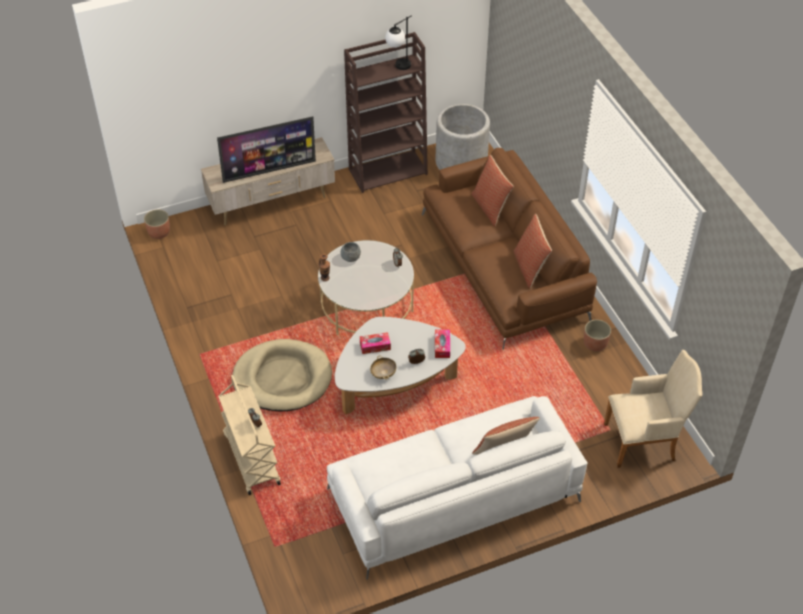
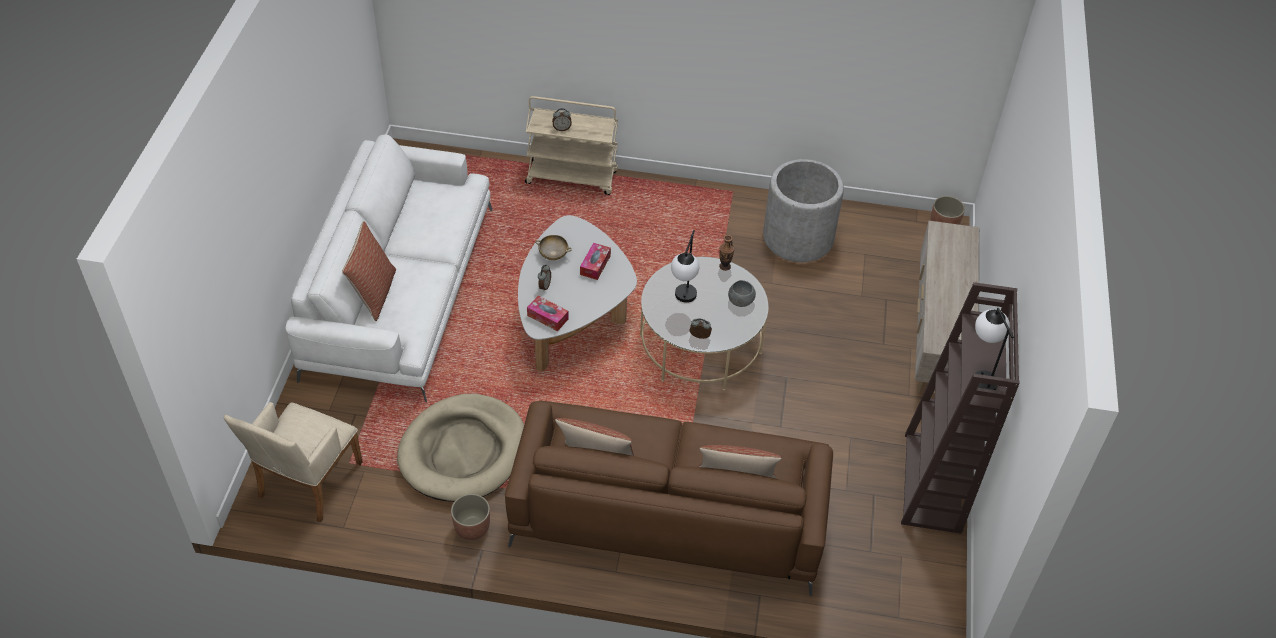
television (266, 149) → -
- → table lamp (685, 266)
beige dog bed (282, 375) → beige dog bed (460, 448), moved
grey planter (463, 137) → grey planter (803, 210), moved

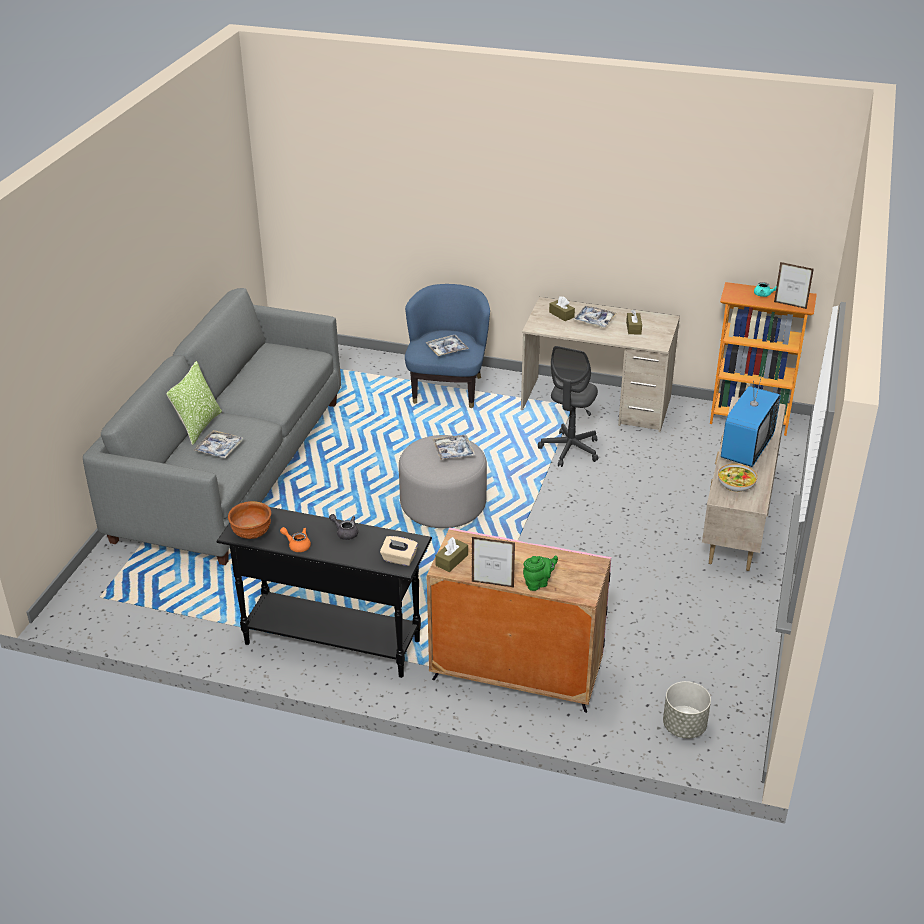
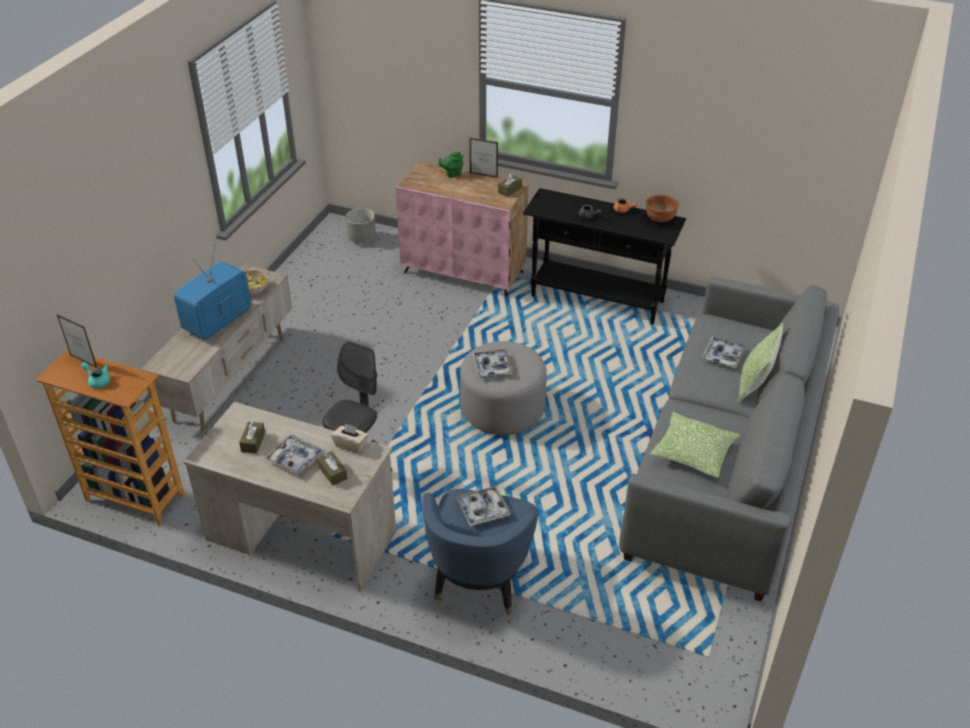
- → pillow (694, 445)
beige tissue box (399, 551) → beige tissue box (349, 438), moved

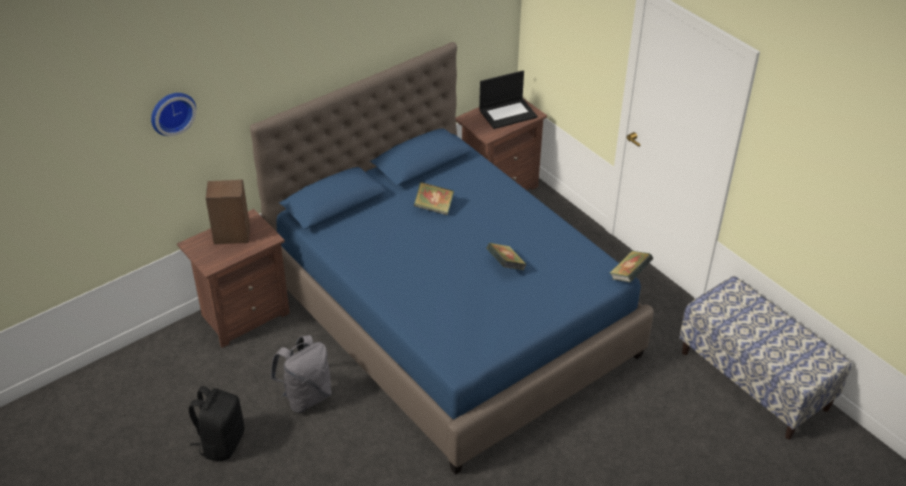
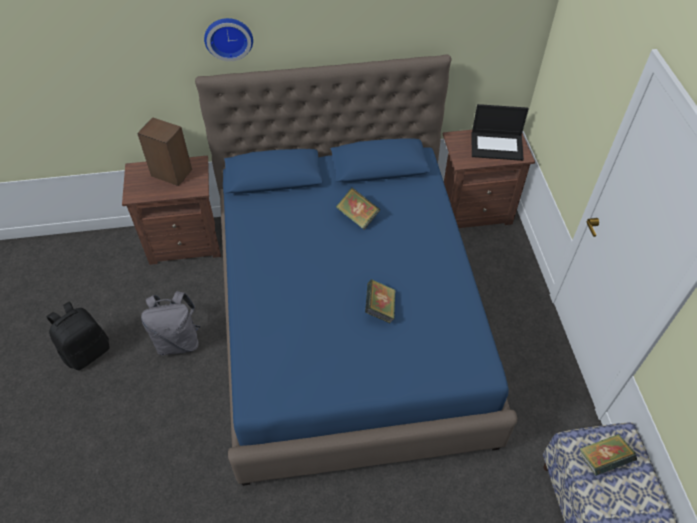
wall clock (173, 114) → wall clock (228, 39), moved
book (631, 266) → book (608, 455), moved

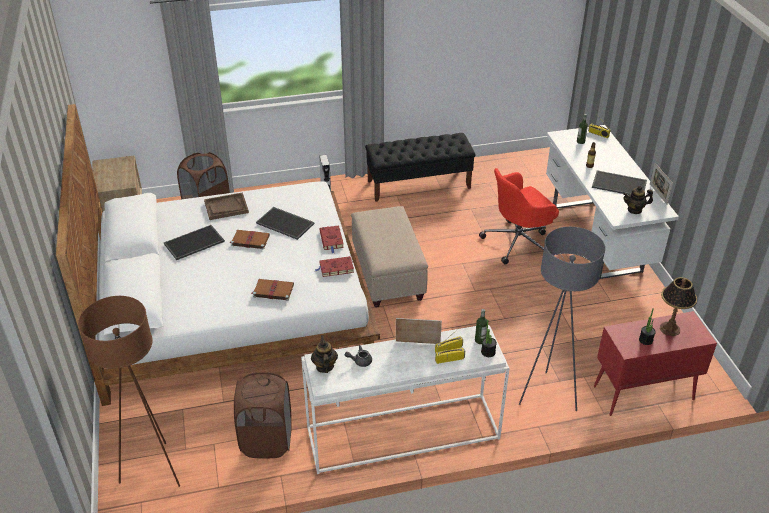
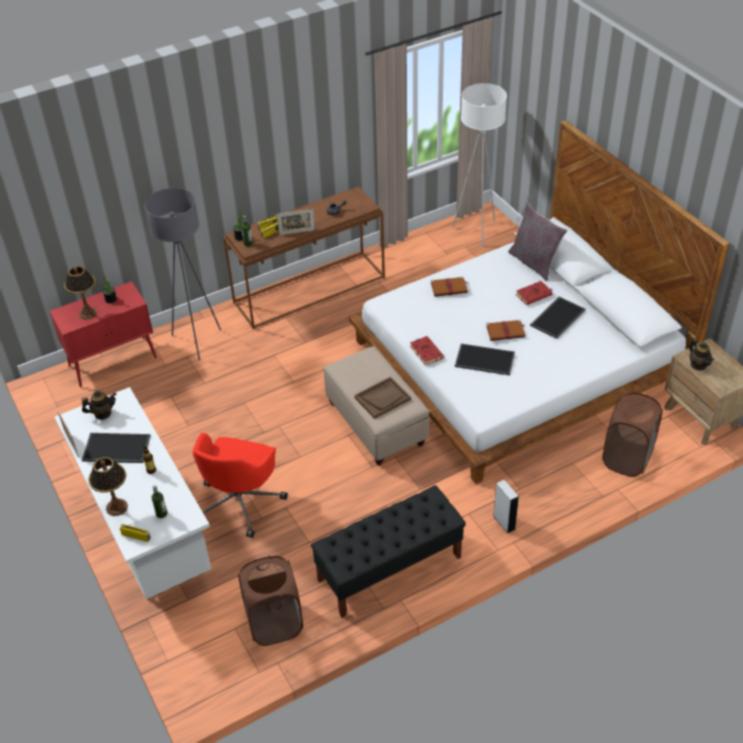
- → table lamp (108, 486)
- → grey pillow (537, 241)
brown tray (226, 206) → brown tray (382, 398), moved
brown laundry basket (263, 415) → brown laundry basket (270, 601), moved
teapot (324, 354) → teapot (701, 354), moved
red book (334, 266) → red book (534, 293), moved
brown floor lamp (129, 391) → white floor lamp (479, 165)
white console table (405, 399) → brown console table (304, 258)
red office chair (519, 216) → red office chair (240, 485), 150 degrees clockwise

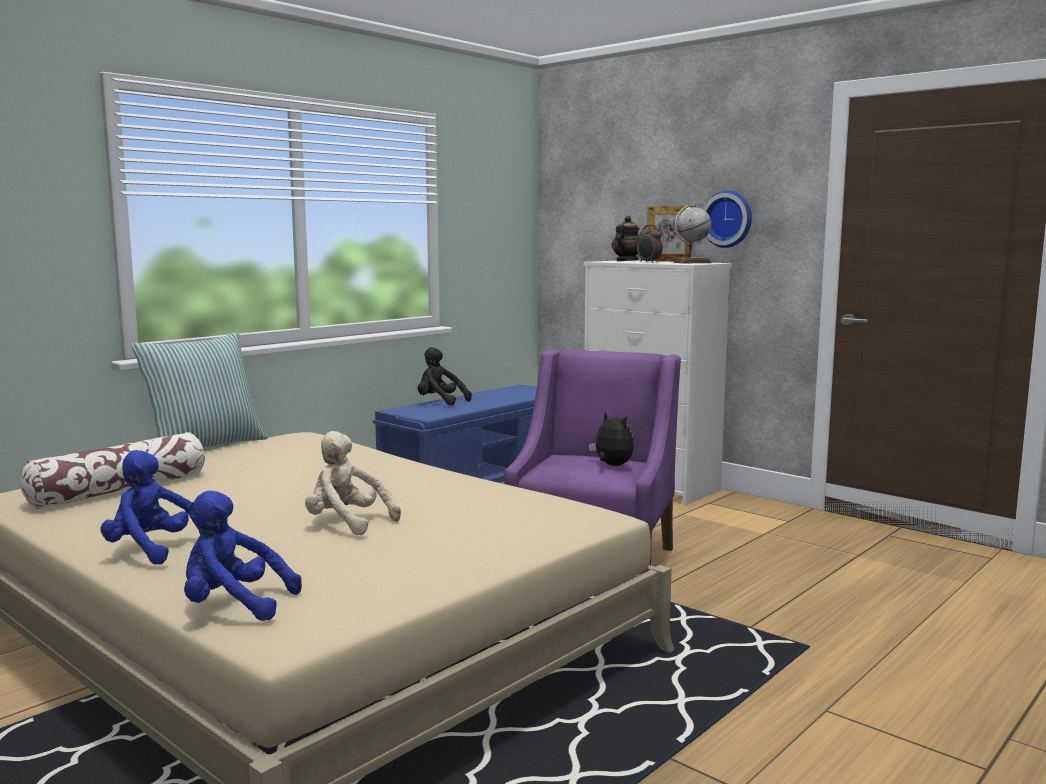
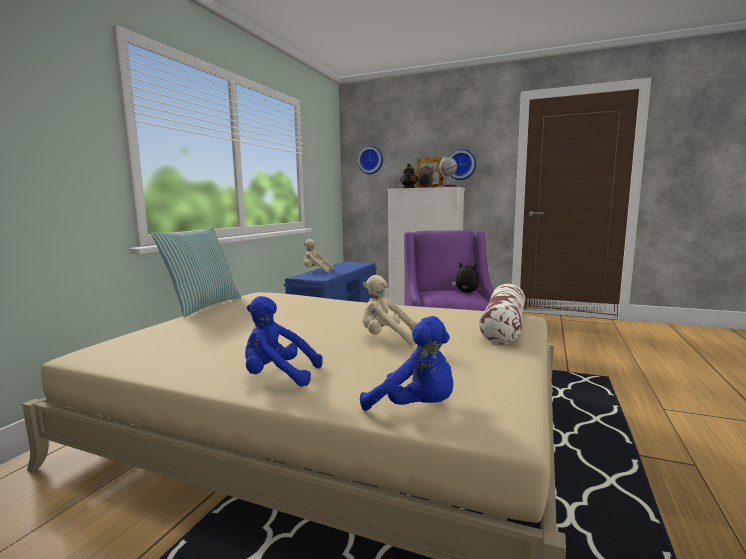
- → wall clock (370, 160)
pillow (112, 470) → pillow (502, 314), moved
black plush toy (445, 376) → beige plush toy (319, 255)
blue plush toy (243, 556) → blue plush toy (406, 363), 135 degrees counterclockwise

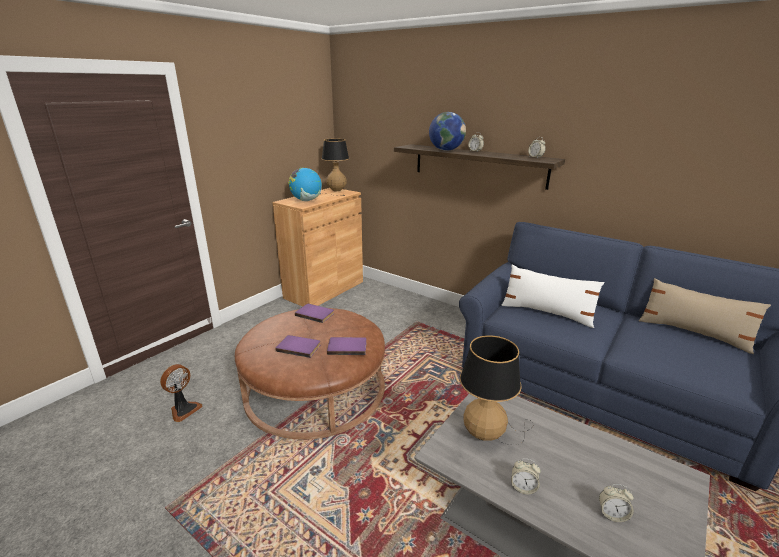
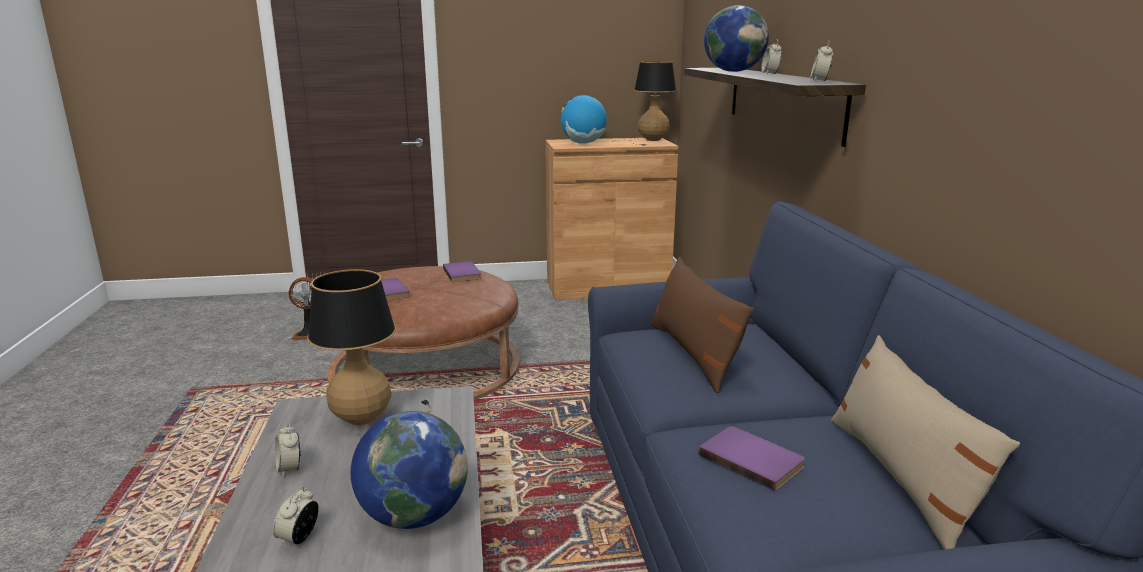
- → globe (409, 470)
purple book (347, 346) → purple book (751, 458), moved
white pillow (553, 296) → brown pillow (702, 325)
alarm clock (616, 503) → alarm clock (296, 516), 45 degrees clockwise

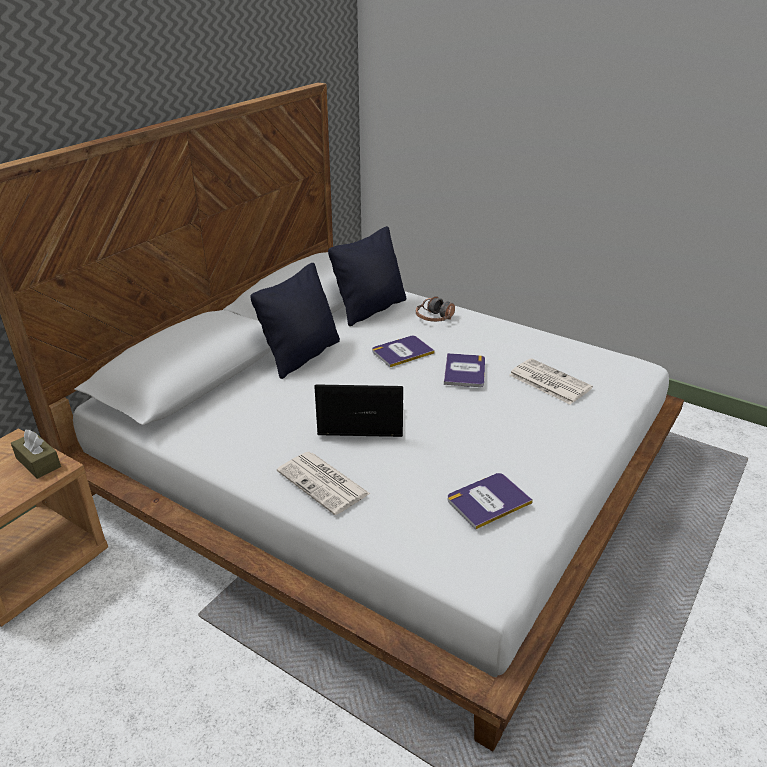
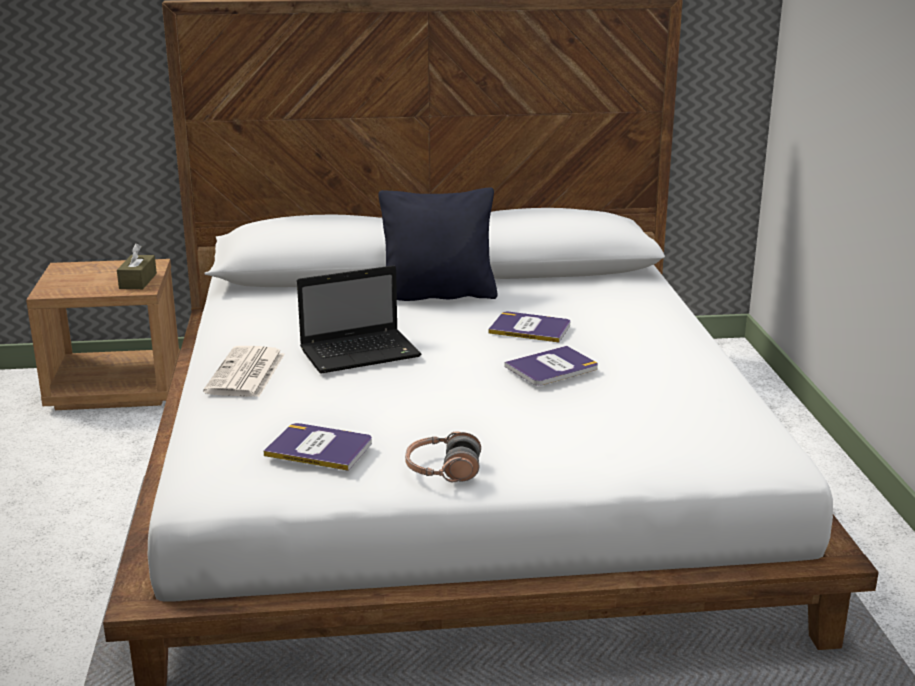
black pillow (367, 276) → -
newspaper (551, 381) → -
headphones (435, 309) → headphones (443, 456), moved
laptop (358, 410) → laptop (359, 319), 105 degrees clockwise

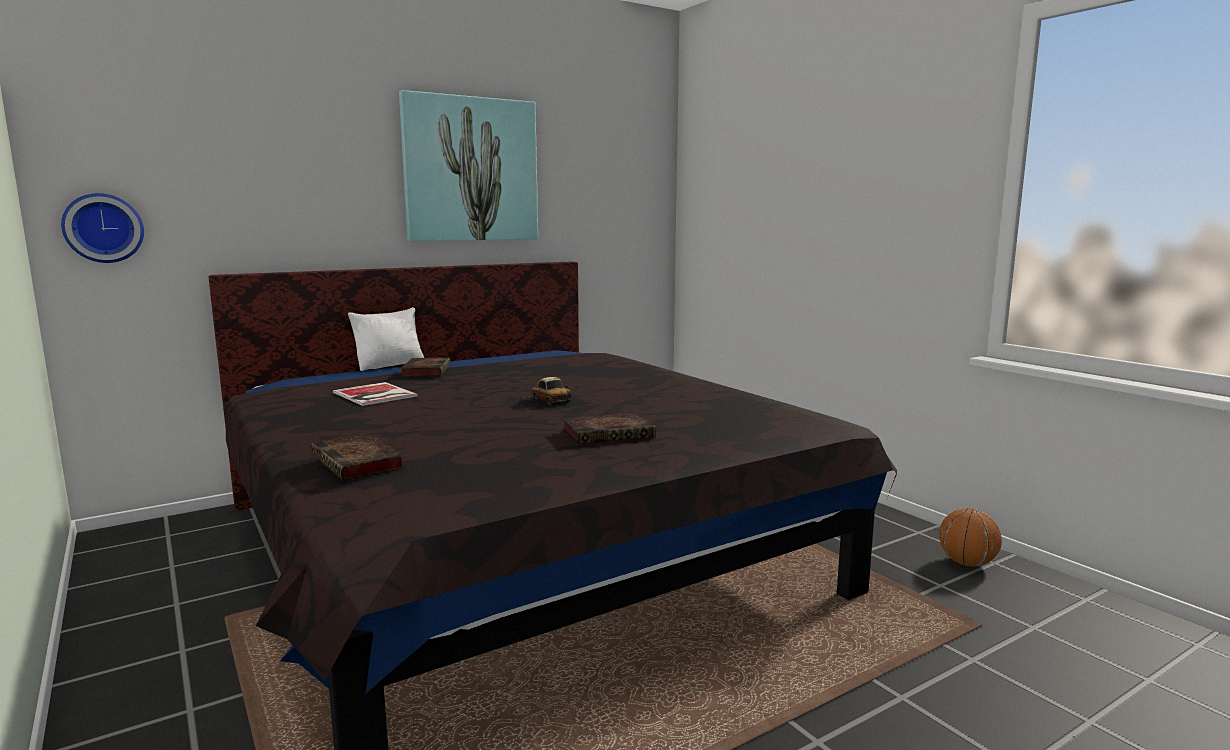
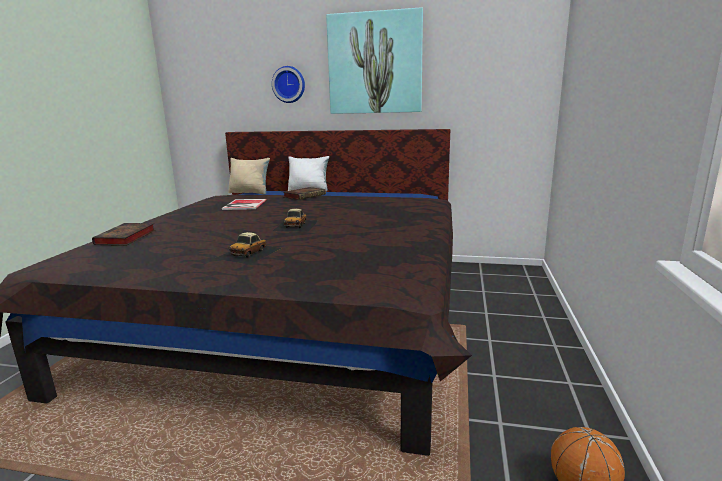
- → beige pillow (249, 176)
wall clock (102, 228) → wall clock (288, 84), moved
book (609, 428) → toy car (247, 248)

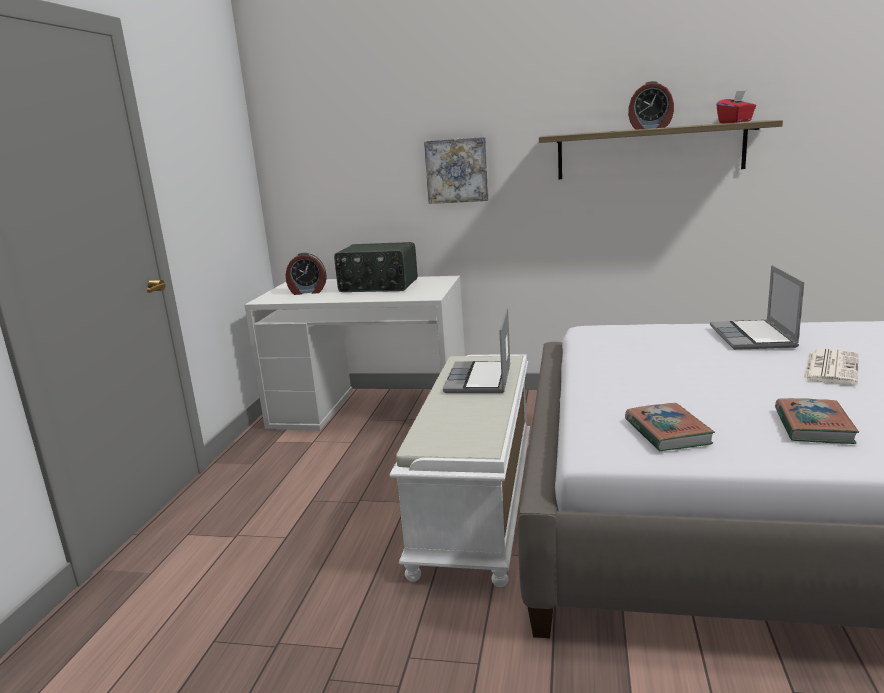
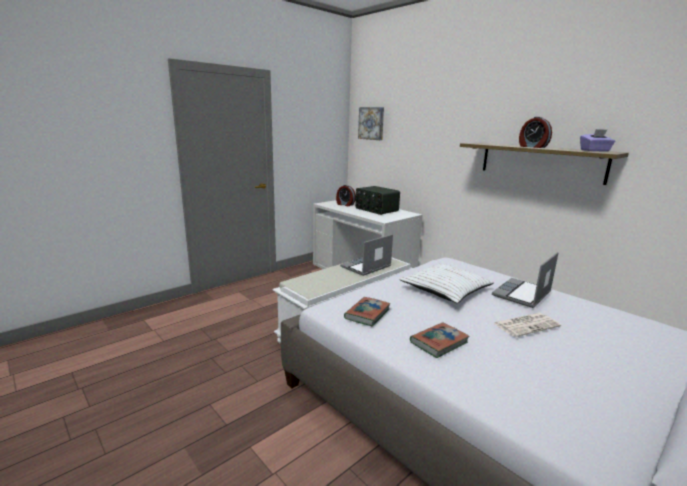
- → white pillow (446, 283)
picture (456, 170) → picture (371, 123), moved
red tissue box (736, 107) → purple tissue box (597, 140)

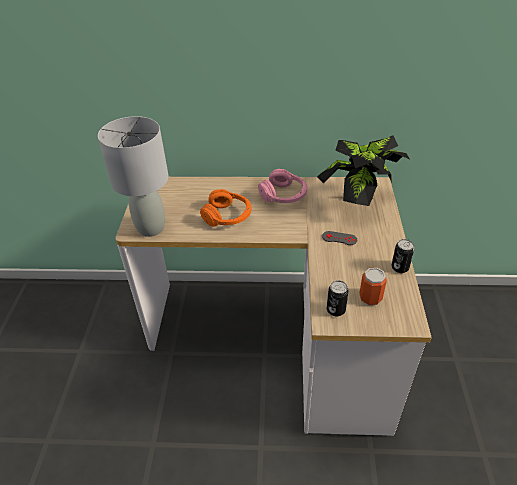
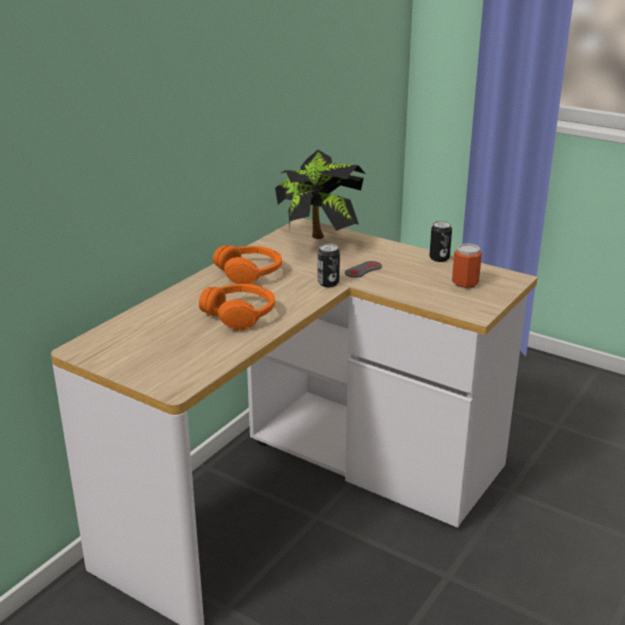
grey table lamp (133, 176) → -
can (338, 298) → can (329, 265), moved
pink headphones (282, 186) → orange headphones (247, 264)

